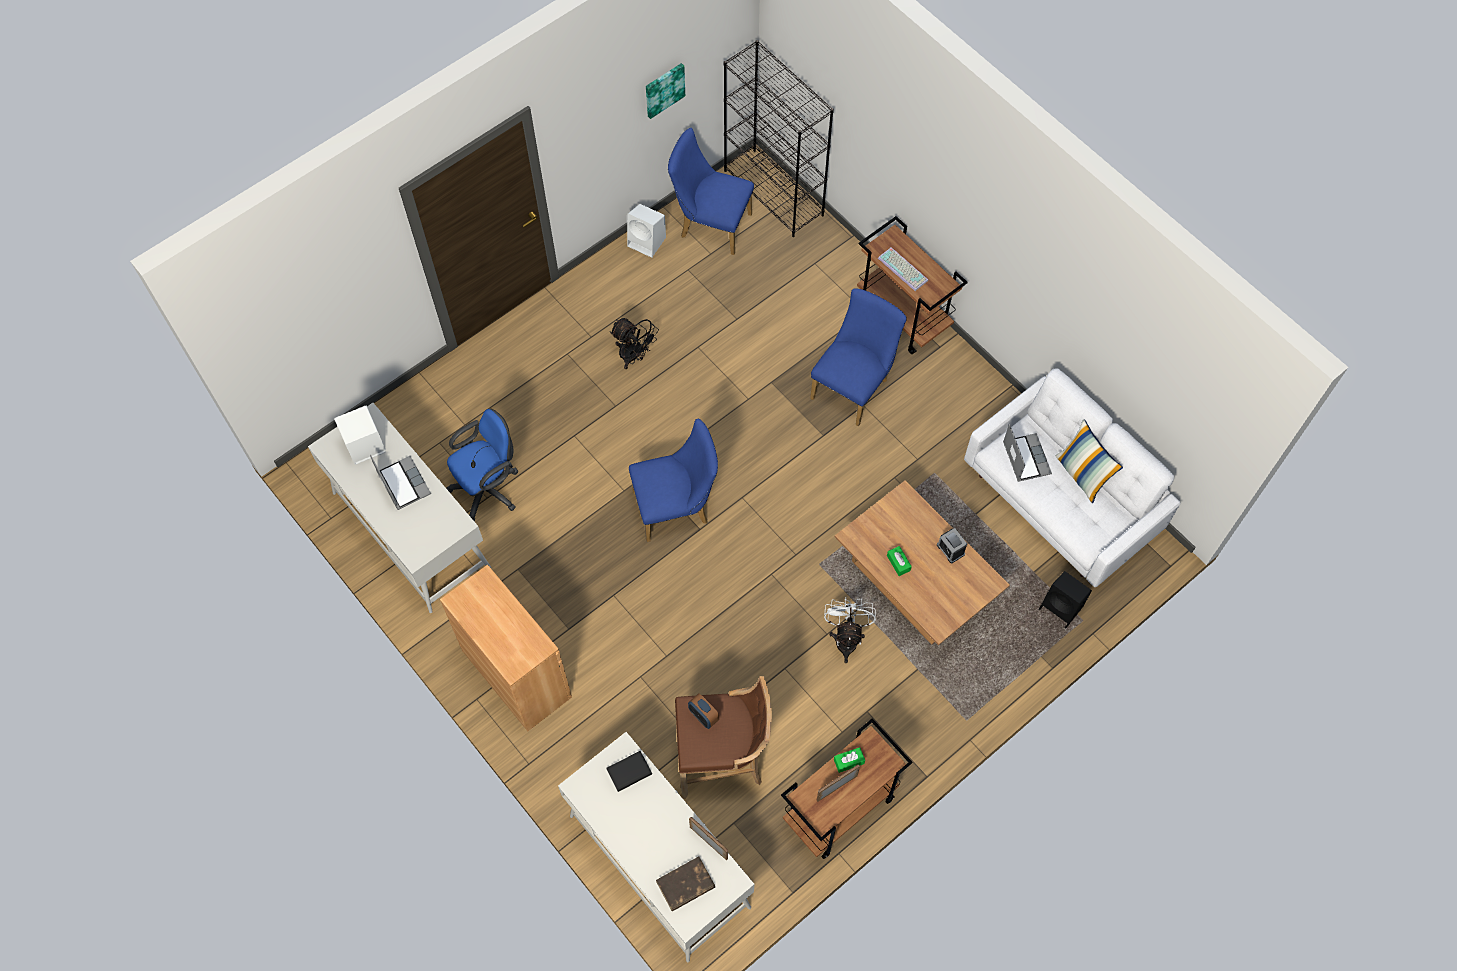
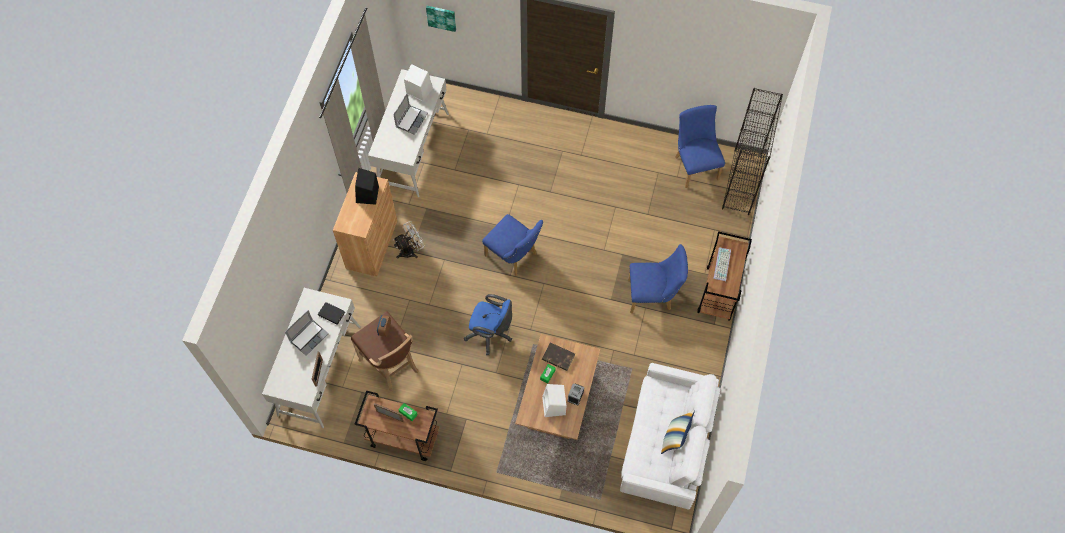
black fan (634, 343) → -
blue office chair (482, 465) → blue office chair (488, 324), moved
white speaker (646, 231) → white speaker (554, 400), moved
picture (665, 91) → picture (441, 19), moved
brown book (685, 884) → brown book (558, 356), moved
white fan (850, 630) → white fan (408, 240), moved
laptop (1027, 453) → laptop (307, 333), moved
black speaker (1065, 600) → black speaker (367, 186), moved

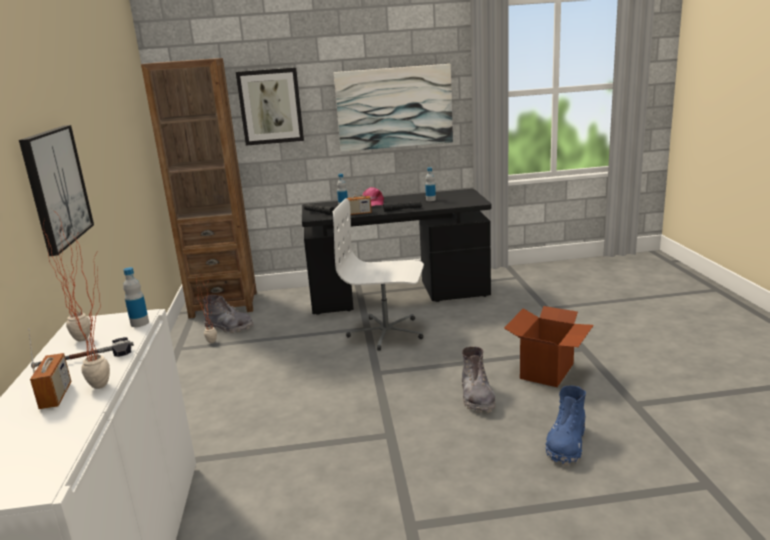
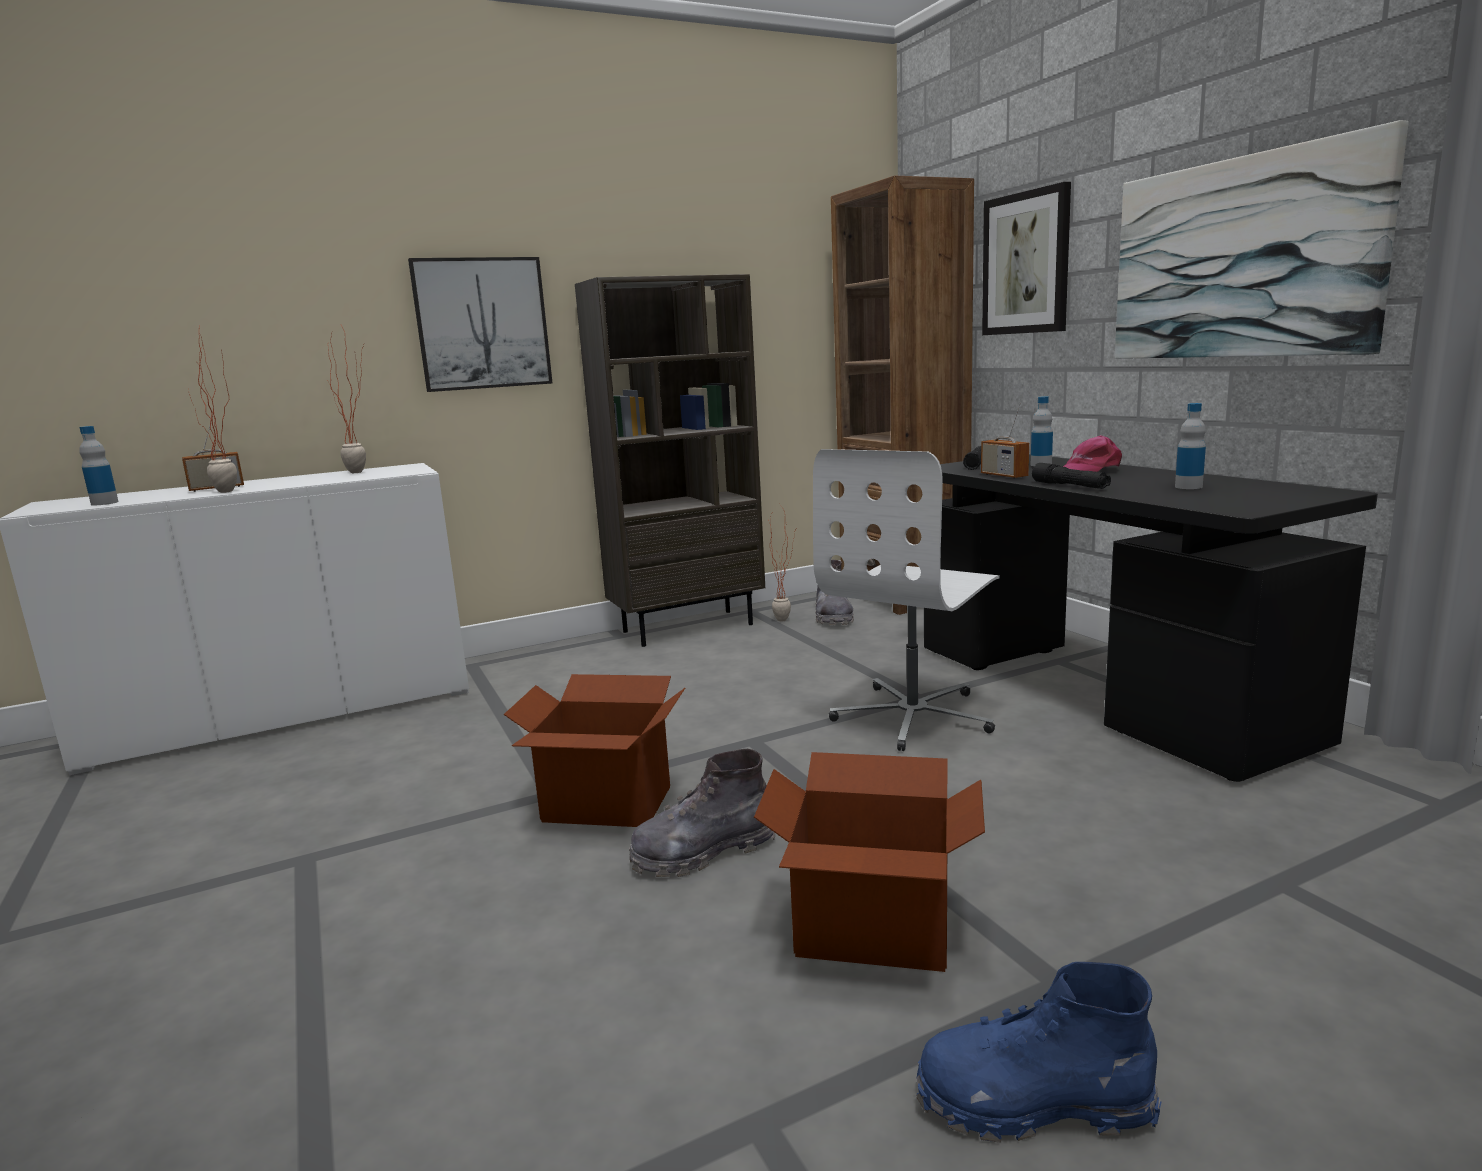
hammer (82, 353) → -
- → cardboard box (594, 750)
- → brown bookcase (670, 460)
bottle (136, 297) → bottle (99, 465), moved
blue boot (566, 425) → blue boot (1038, 1052), moved
white office chair (378, 274) → white office chair (906, 600), 135 degrees counterclockwise

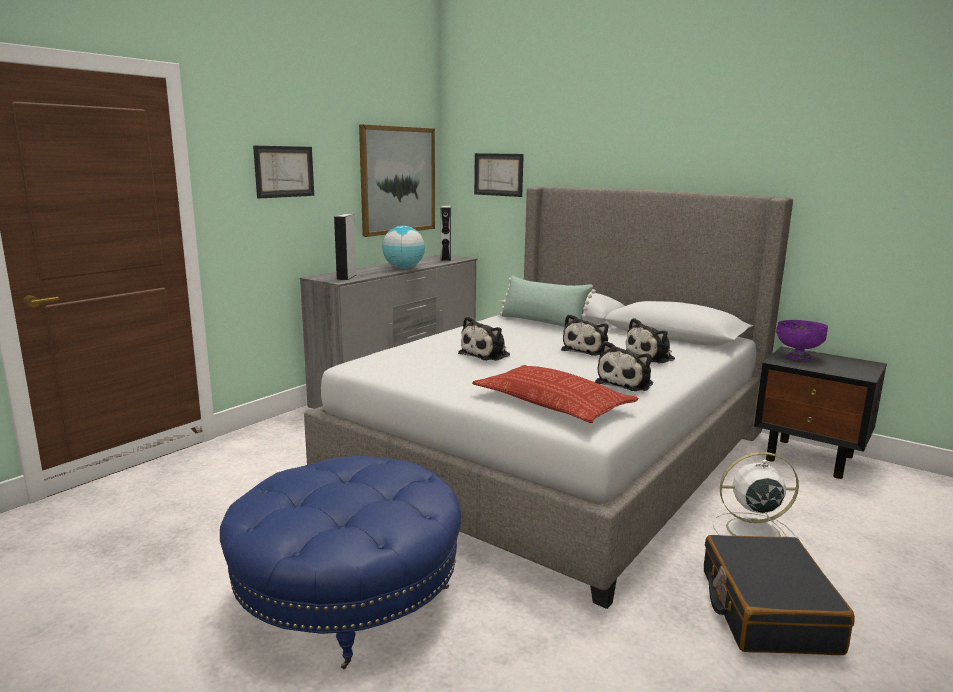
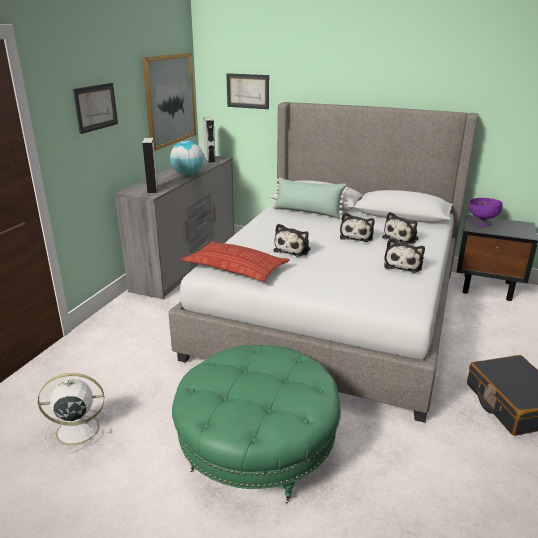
pillow (555, 394) → pillow (235, 261), moved
white fan (756, 495) → white fan (74, 413), moved
blue ottoman (340, 562) → green ottoman (256, 424)

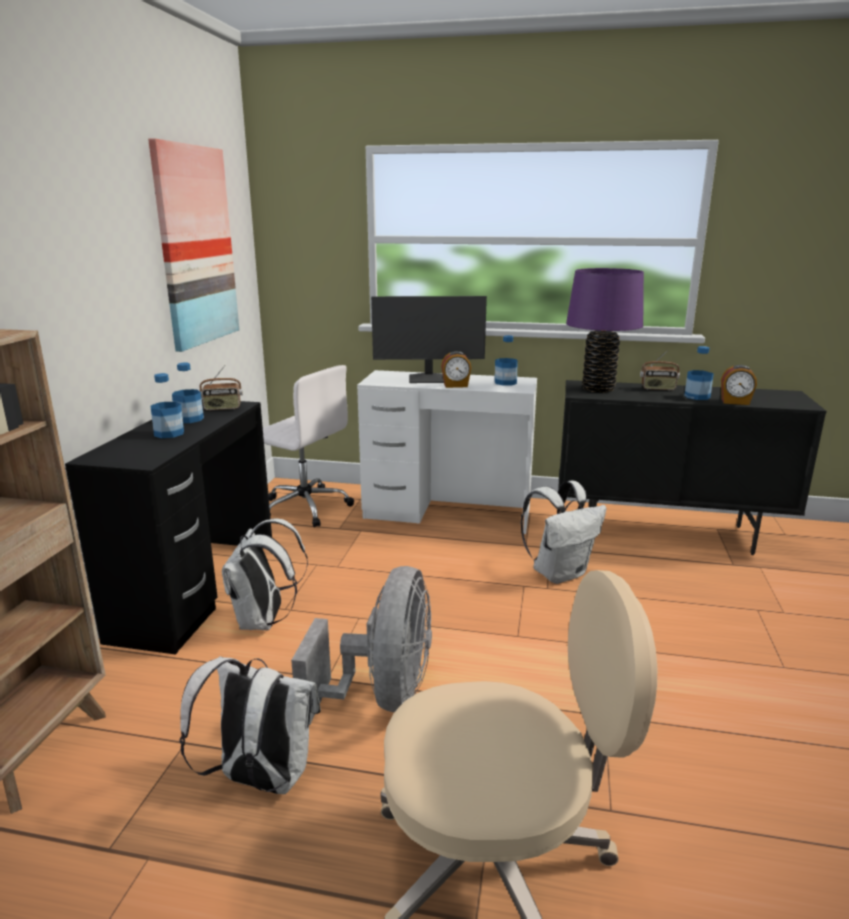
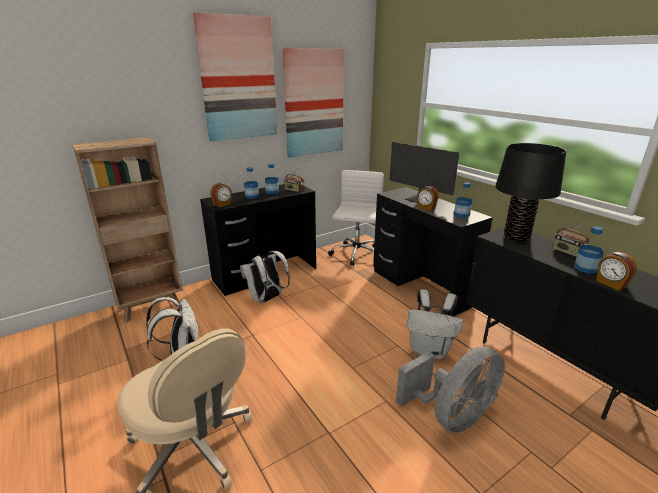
- → picture (235, 77)
- → alarm clock (221, 195)
grey fan (361, 645) → grey fan (450, 389), moved
white desk (447, 452) → black desk (433, 251)
purple table lamp (605, 330) → black table lamp (530, 192)
white office chair (308, 446) → white office chair (356, 218), 150 degrees counterclockwise

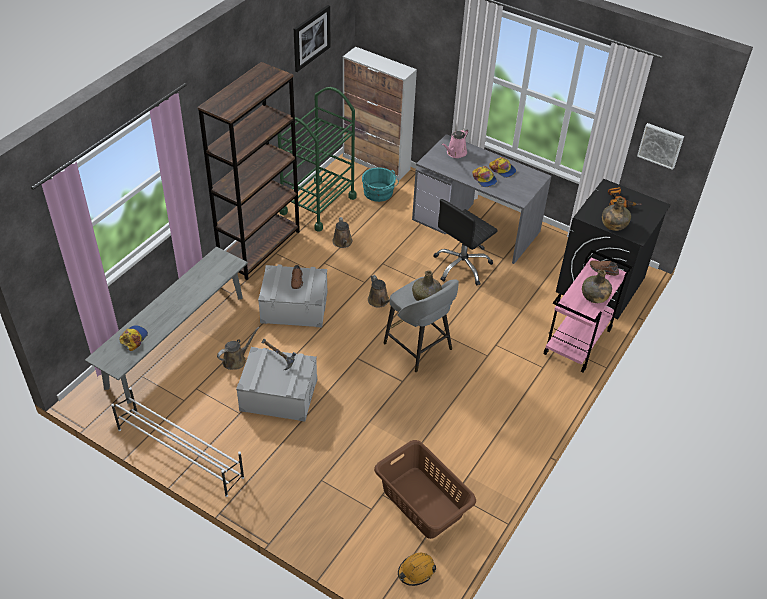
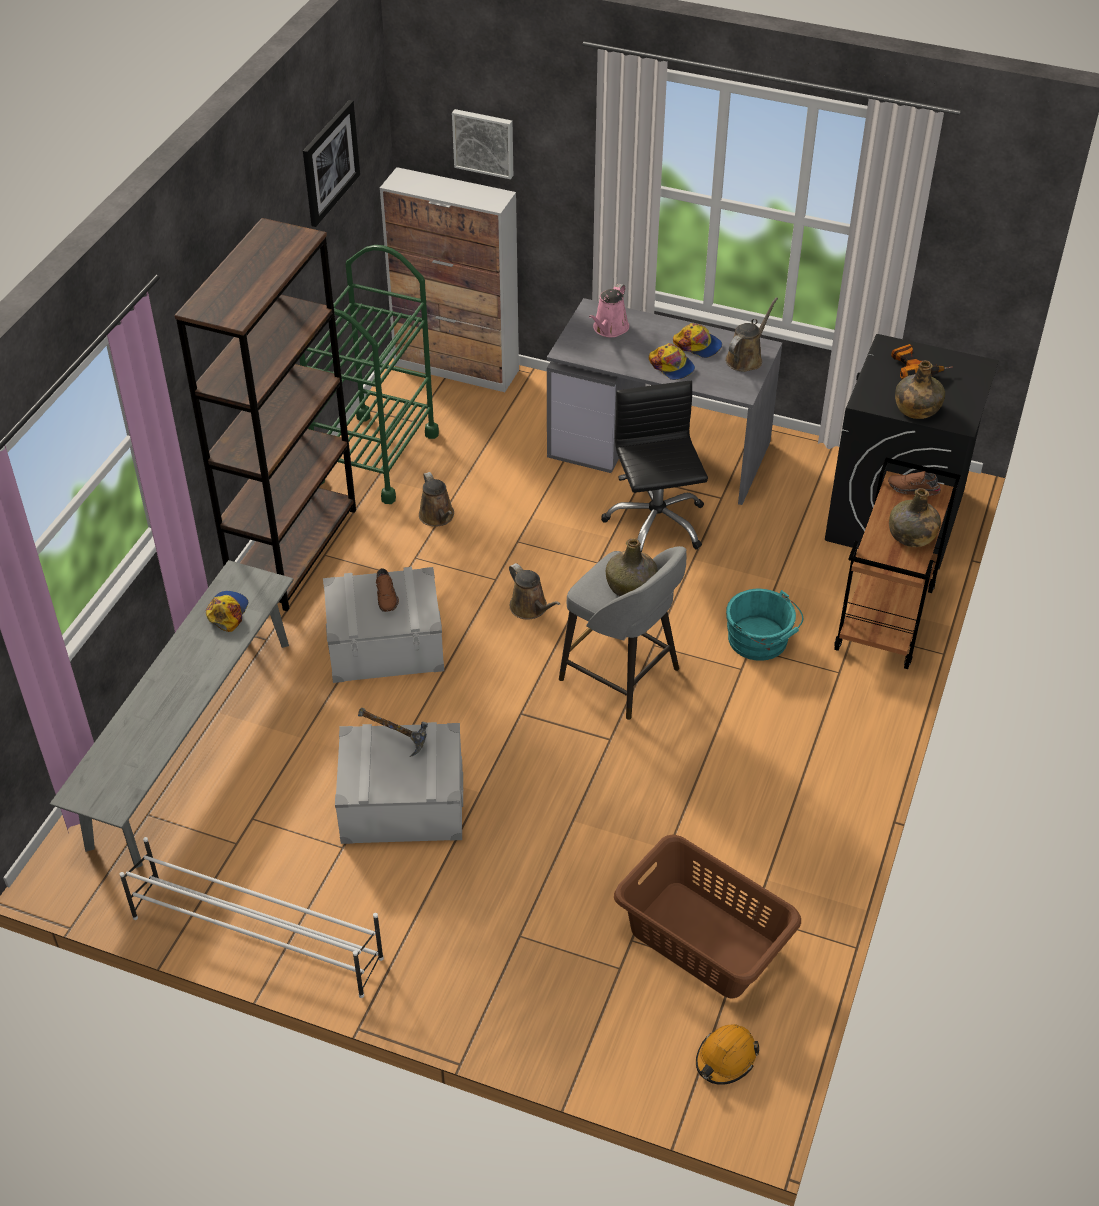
cap (133, 338) → cap (227, 611), moved
brown watering can (238, 348) → brown watering can (751, 334), moved
turquoise bucket (380, 185) → turquoise bucket (764, 625), moved
picture (660, 146) → picture (482, 144), moved
pink cart (587, 311) → brown cart (897, 563)
black office chair (465, 242) → black office chair (654, 466), 135 degrees clockwise

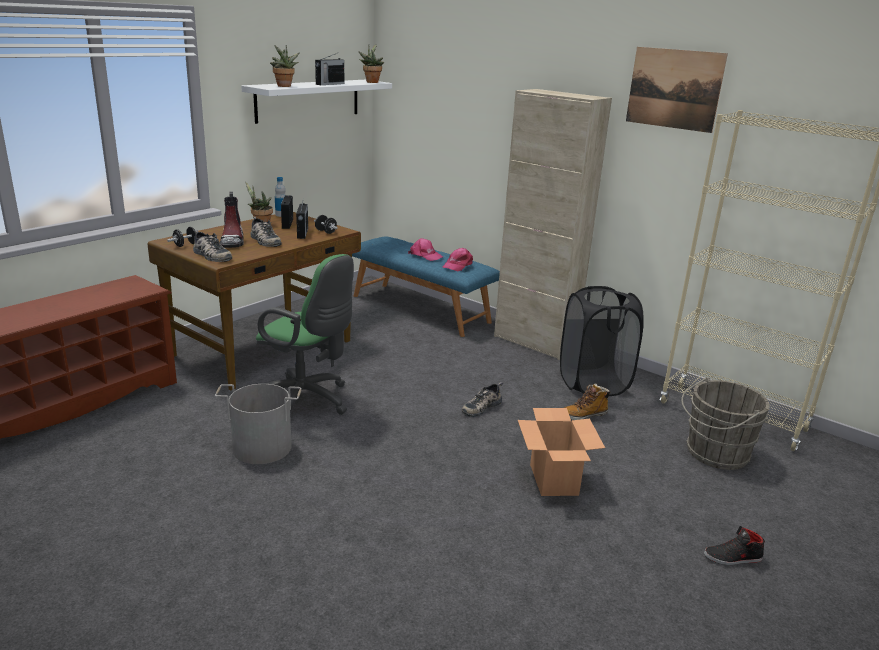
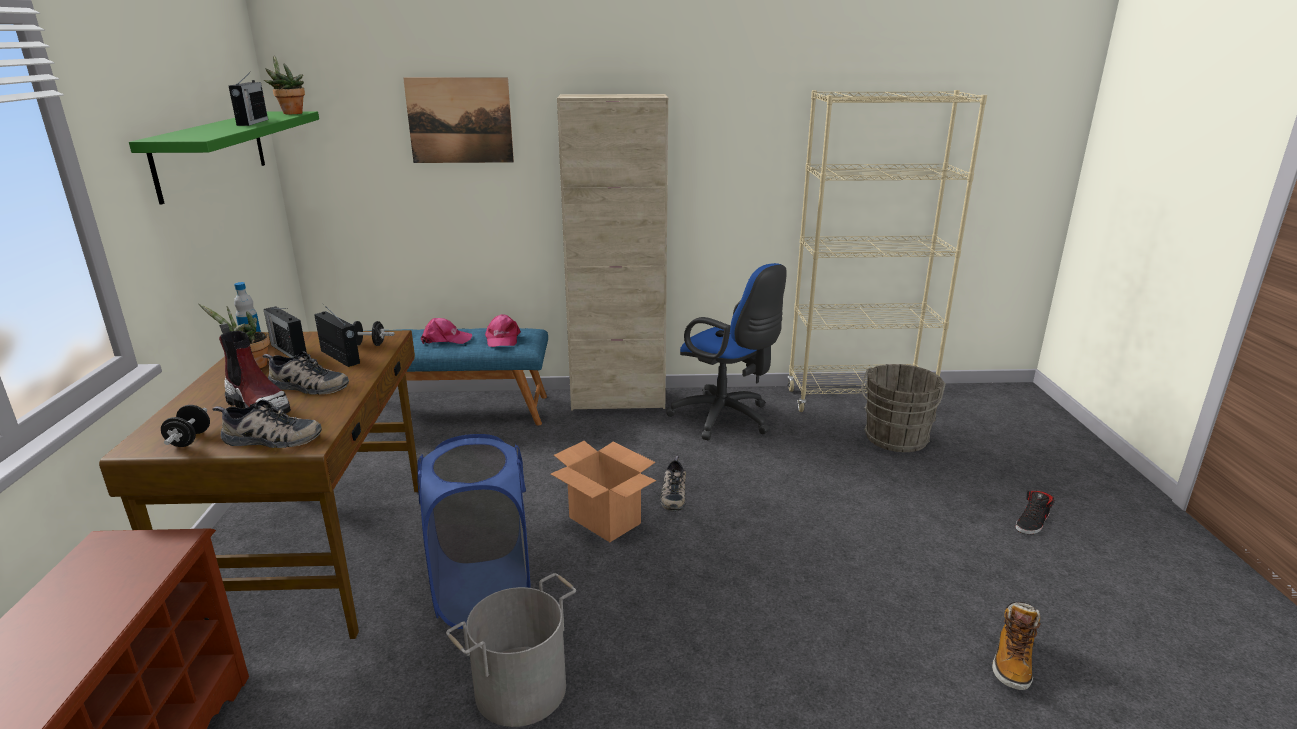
potted plant (284, 66) → -
cardboard box (561, 452) → cardboard box (603, 491), moved
boot (587, 401) → boot (1016, 646), moved
picture (677, 90) → picture (458, 120), moved
green office chair (305, 334) → blue laundry basket (474, 531)
black laundry basket (602, 341) → blue office chair (726, 351)
white shelf (316, 102) → green shelf (224, 158)

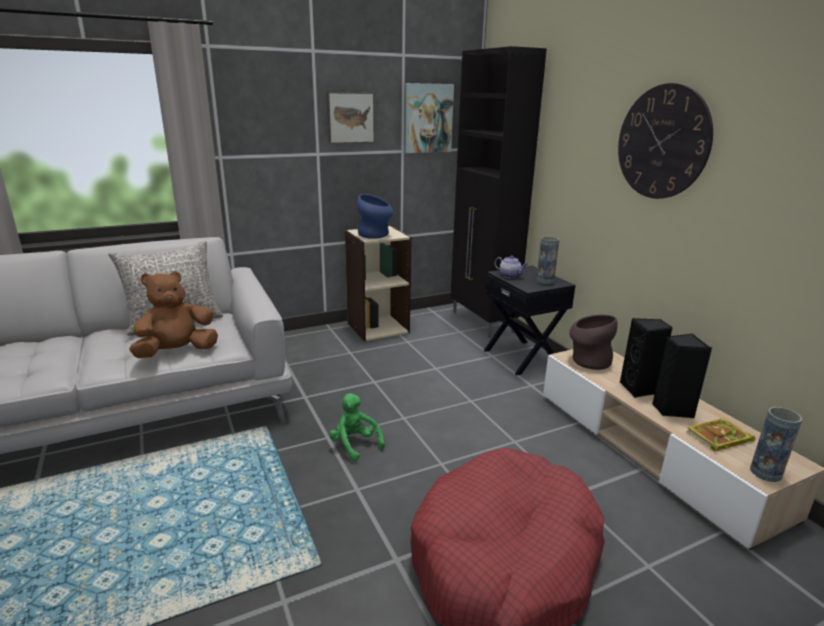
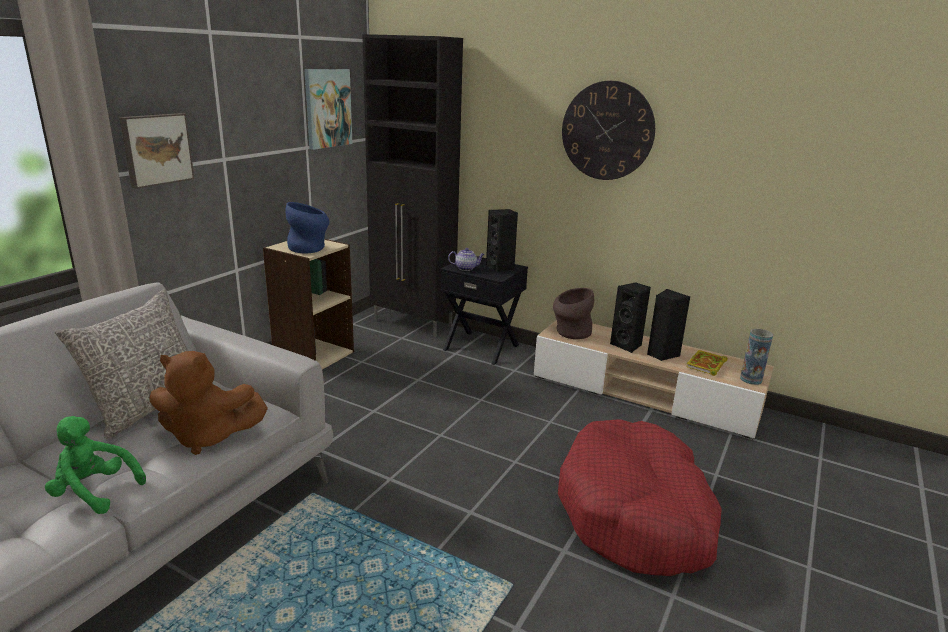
picture (351, 118) → picture (157, 151), moved
green plush toy (357, 427) → green plush toy (95, 465), moved
vase (547, 260) → black speaker (502, 240)
brown plush toy (173, 314) → brown plush toy (208, 403), 105 degrees counterclockwise

